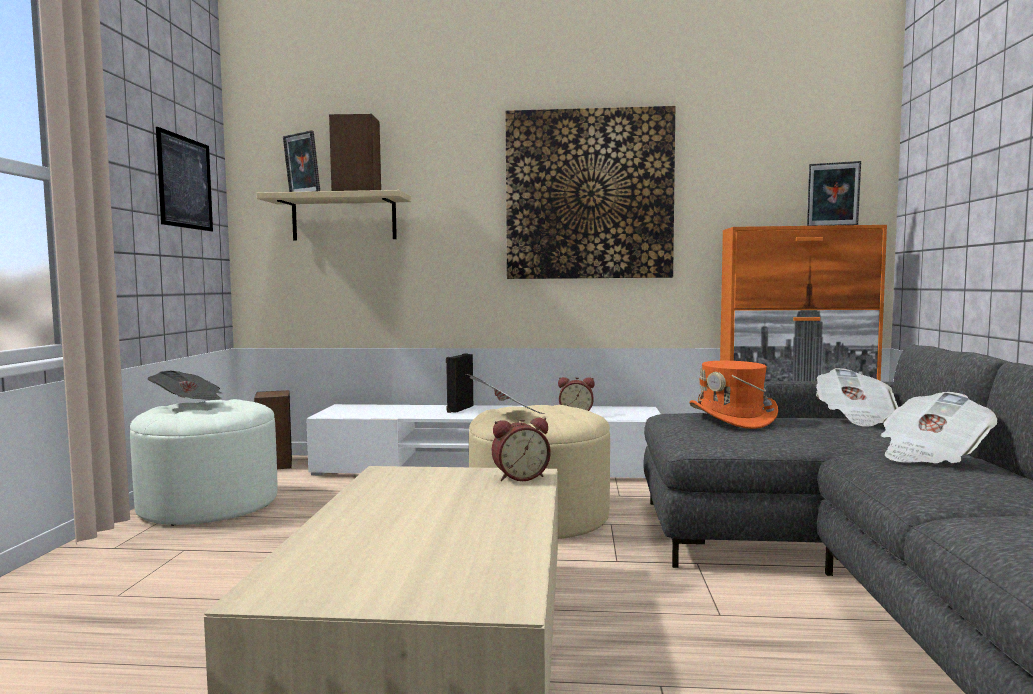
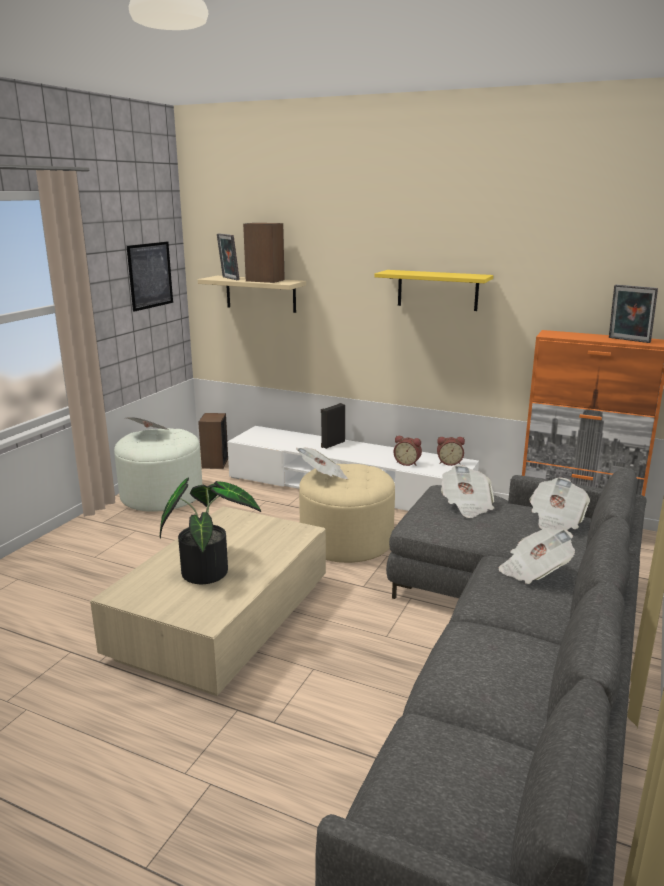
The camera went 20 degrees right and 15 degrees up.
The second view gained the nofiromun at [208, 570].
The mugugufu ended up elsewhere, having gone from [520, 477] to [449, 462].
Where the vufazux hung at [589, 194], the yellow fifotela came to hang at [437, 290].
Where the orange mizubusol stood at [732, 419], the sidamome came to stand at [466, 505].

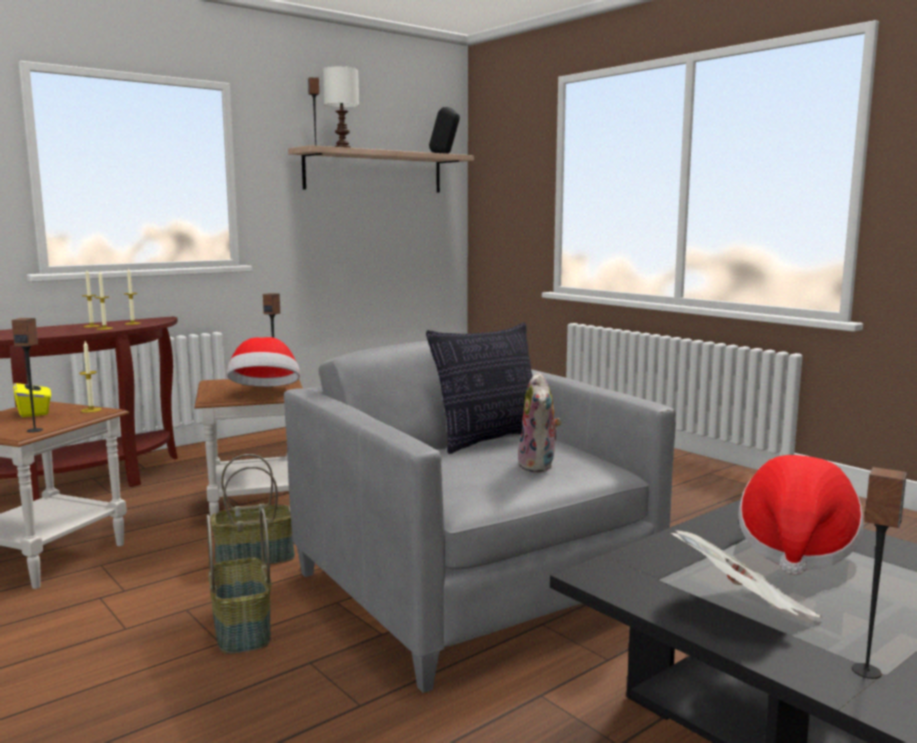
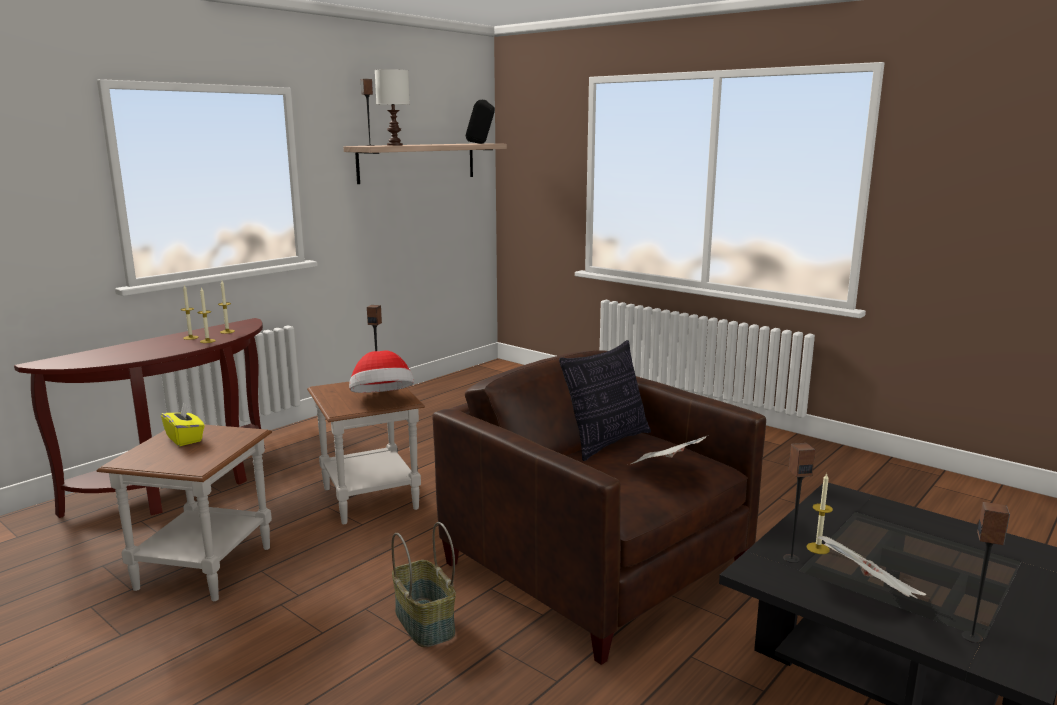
The camera went 10 degrees left and 5 degrees up.
The second view lost the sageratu at [255, 557].
The second view lost the mizubusol at [795, 549].
The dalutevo ended up elsewhere, having gone from [35, 430] to [791, 558].
The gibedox ended up elsewhere, having gone from [91, 410] to [818, 548].
Where the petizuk stood at [539, 466], the sidamome came to stand at [665, 470].
What was the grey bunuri at [472, 590] turned into the brown bunuri at [596, 566].

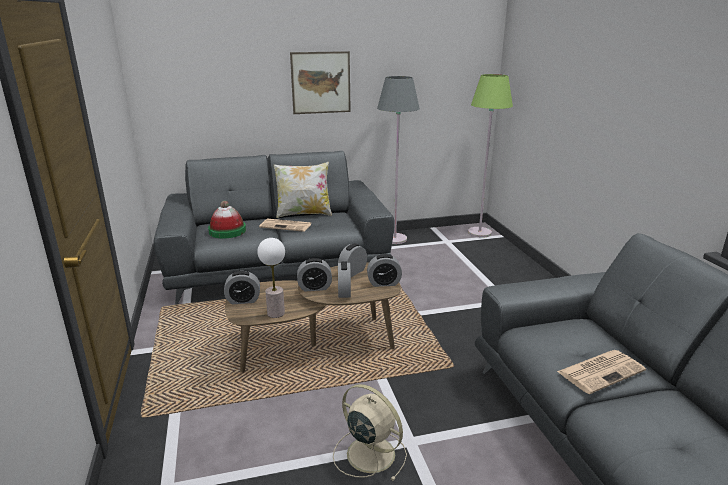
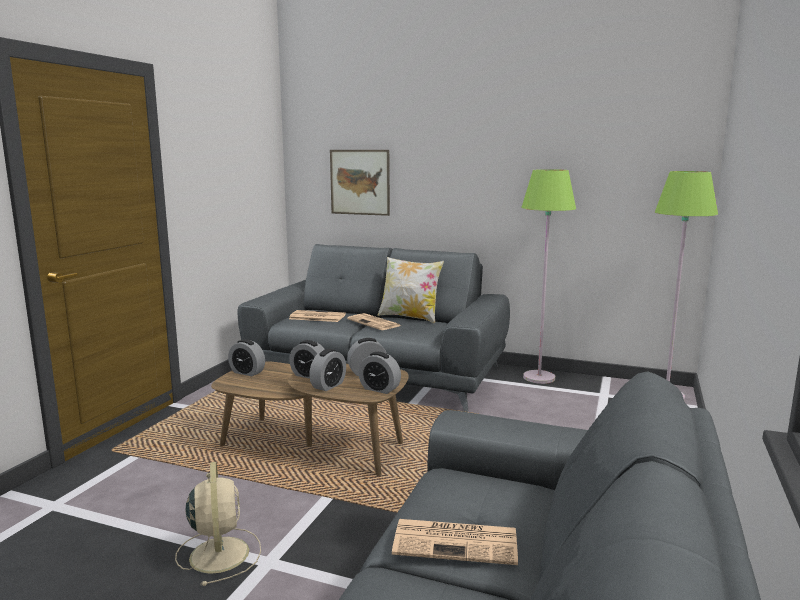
The camera went 35 degrees right and 10 degrees down.
The second view lost the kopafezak at [276, 313].
The vufazux ended up elsewhere, having gone from [321, 82] to [360, 182].
Where the mizubusol stood at [227, 231], the sidamome came to stand at [316, 317].
What was the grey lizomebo at [395, 239] turned into the green lizomebo at [539, 377].

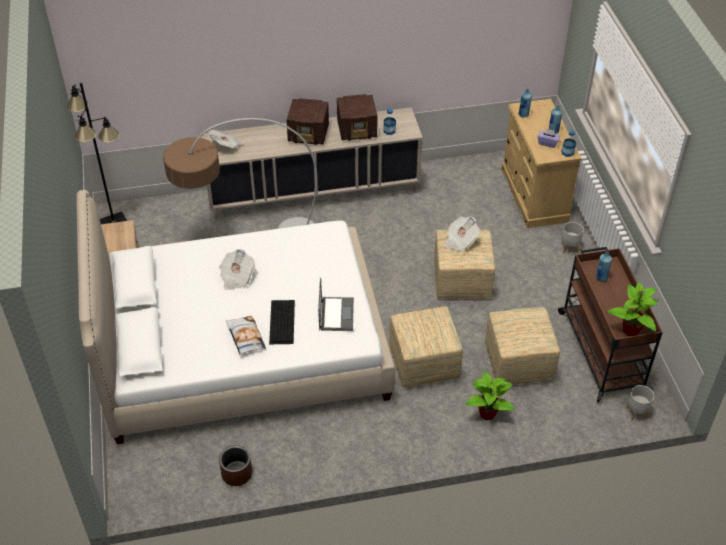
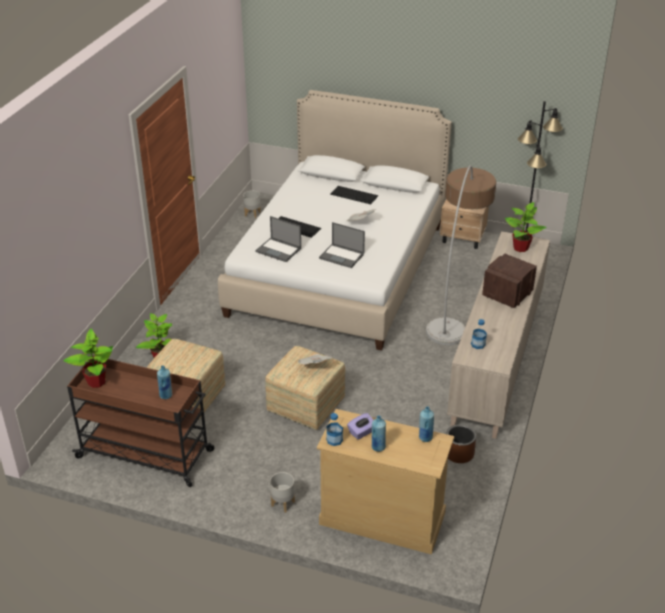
The camera went 120 degrees right and 10 degrees down.
The second view lost the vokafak at [245, 337].
The second view lost the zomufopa at [357, 130].
The second view lost the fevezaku at [423, 363].
The second view gained the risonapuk at [342, 256].
The second view gained the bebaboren at [354, 195].
The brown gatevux ended up elsewhere, having gone from [236, 473] to [459, 453].
The grey gatevux ended up elsewhere, having gone from [636, 412] to [252, 214].
Where the sidamome stood at [226, 146], the nofiromun came to stand at [520, 248].

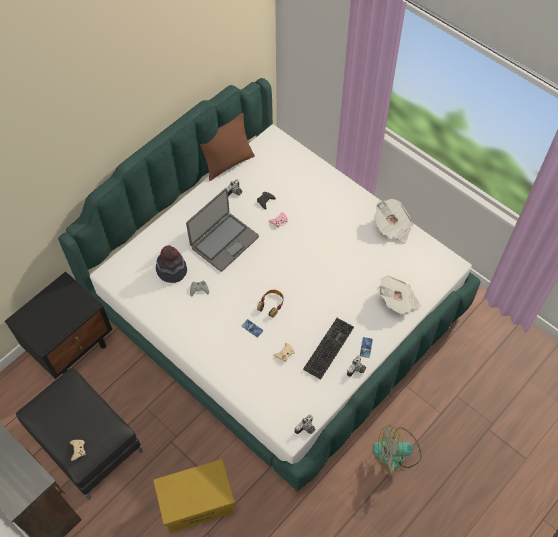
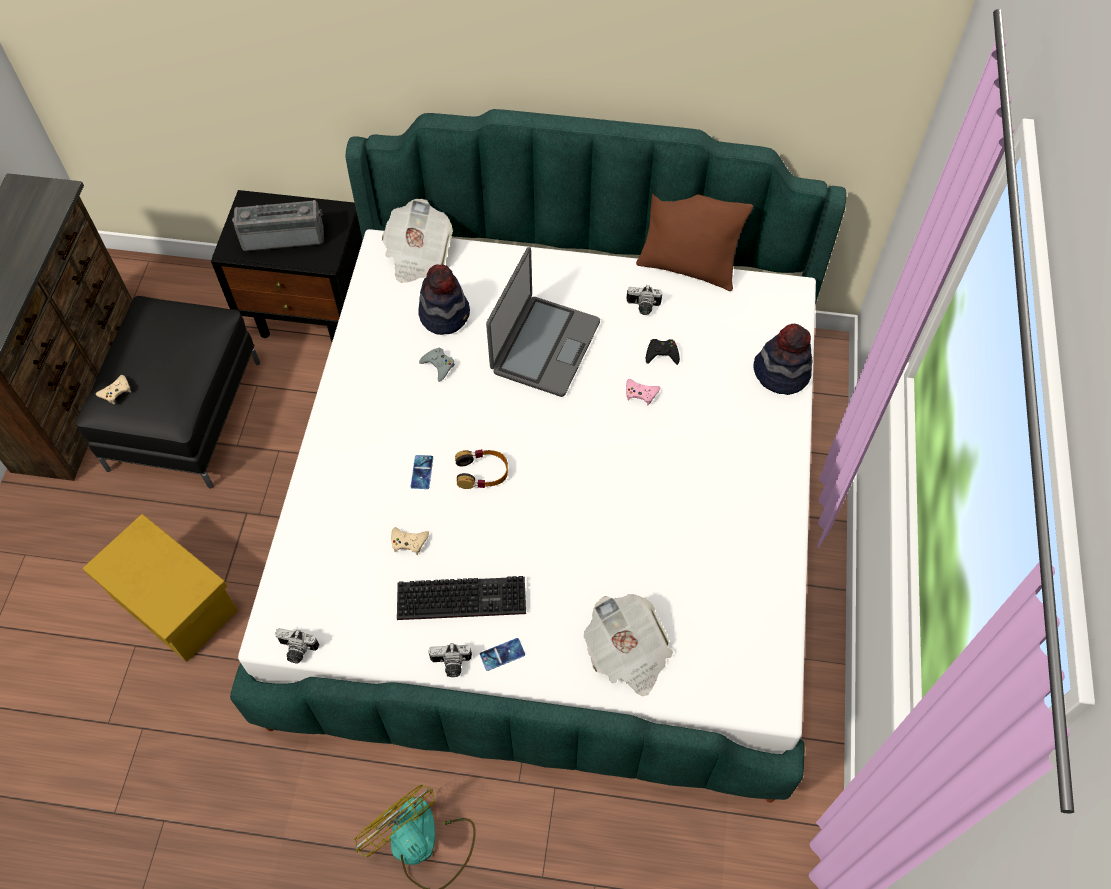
The camera went 55 degrees right and 0 degrees up.
The second view gained the zomufopa at [283, 235].
The second view gained the mizubusol at [781, 373].
The sidamome ended up elsewhere, having gone from [392, 227] to [418, 256].
The risonapuk at [224, 242] ended up facing another way, 75 degrees counterclockwise from before.

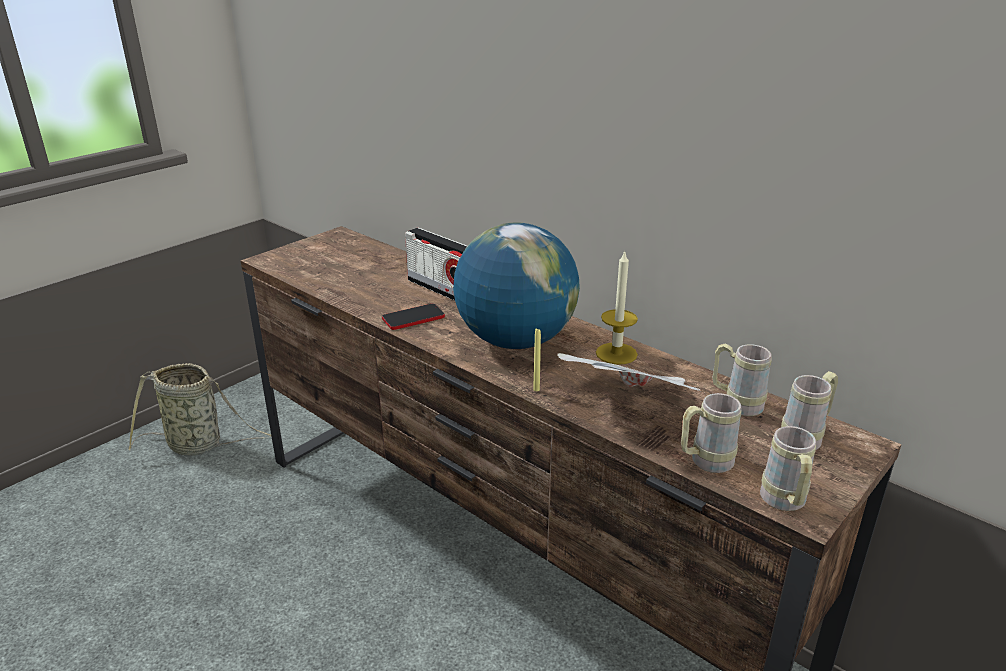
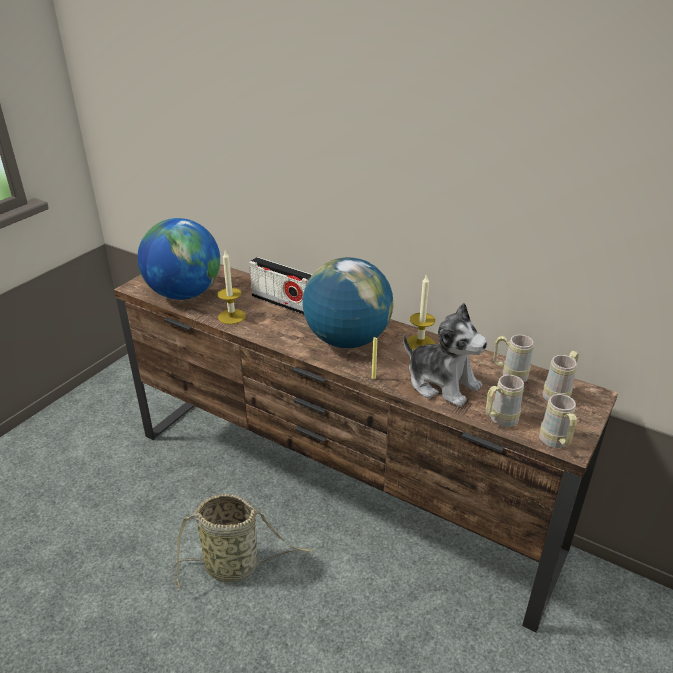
The camera went 10 degrees left and 5 degrees up.
The second view lost the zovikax at [413, 318].
The second view gained the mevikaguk at [184, 294].
The second view gained the gibedox at [231, 316].
The sageratu ended up elsewhere, having gone from [199, 445] to [236, 566].
Where the sidamome stood at [632, 406], the petizuk came to stand at [442, 383].

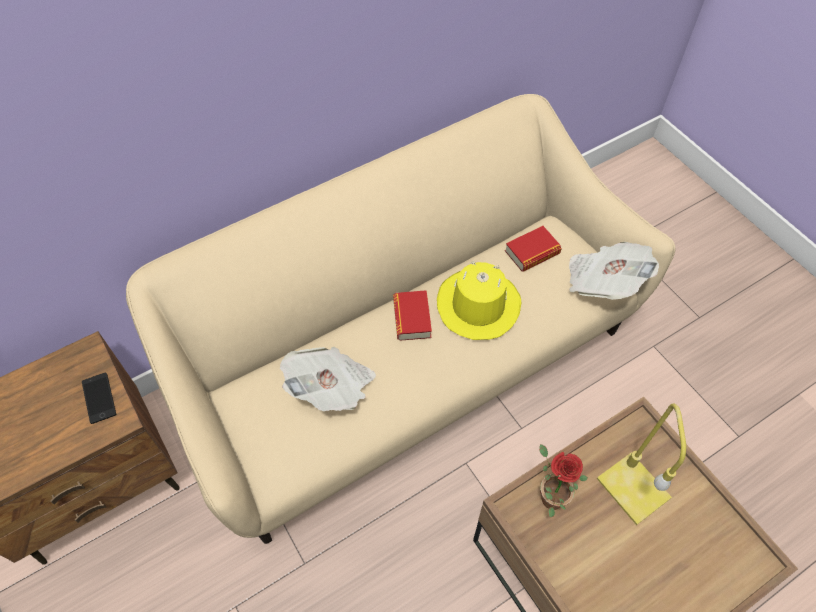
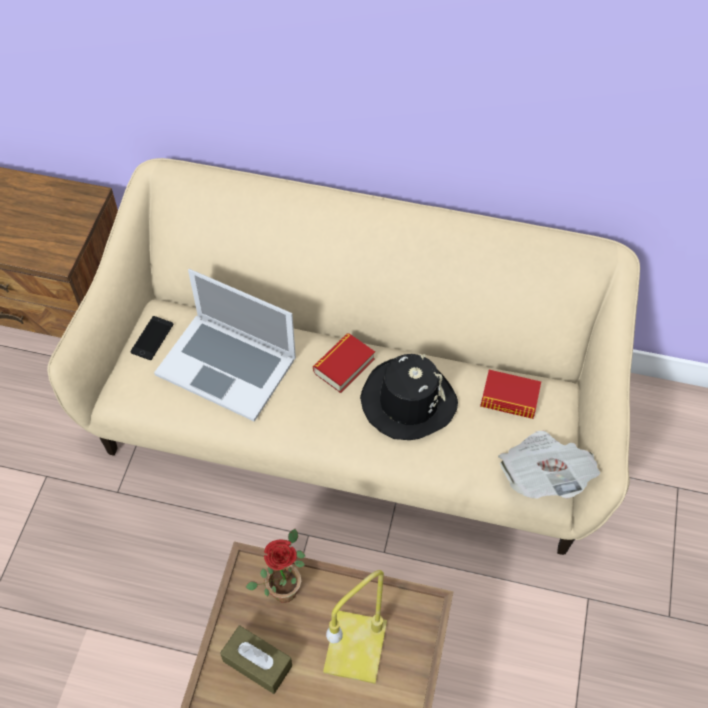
The camera went 45 degrees right and 0 degrees up.
The second view gained the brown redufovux at [257, 663].
The zovikax ended up elsewhere, having gone from [99, 398] to [152, 338].
Where the sidamome stood at [331, 388], the risonapuk came to stand at [226, 365].
What was the yellow mizubusol at [477, 306] turned into the black mizubusol at [408, 401].

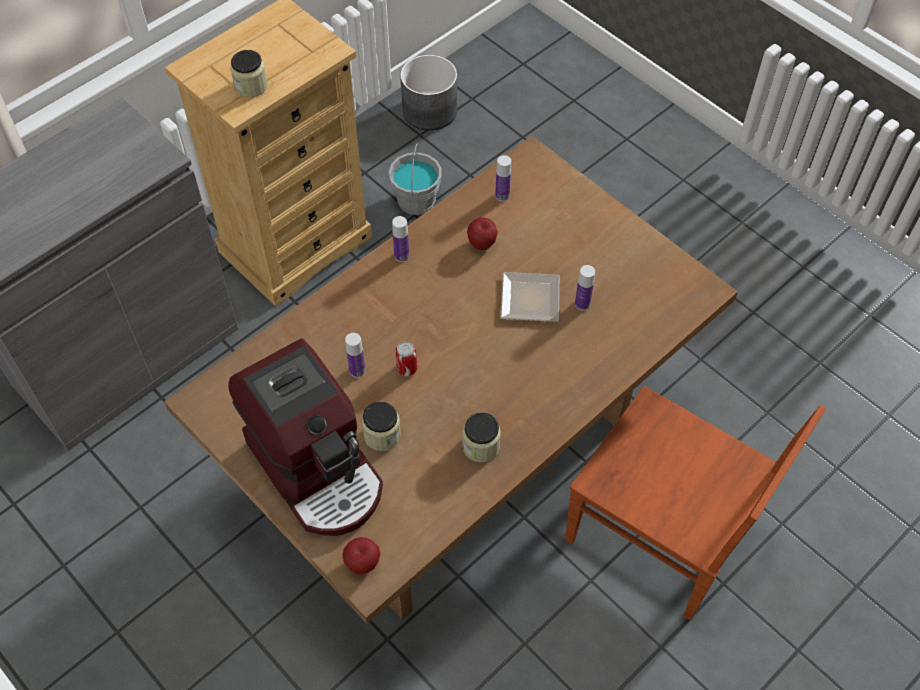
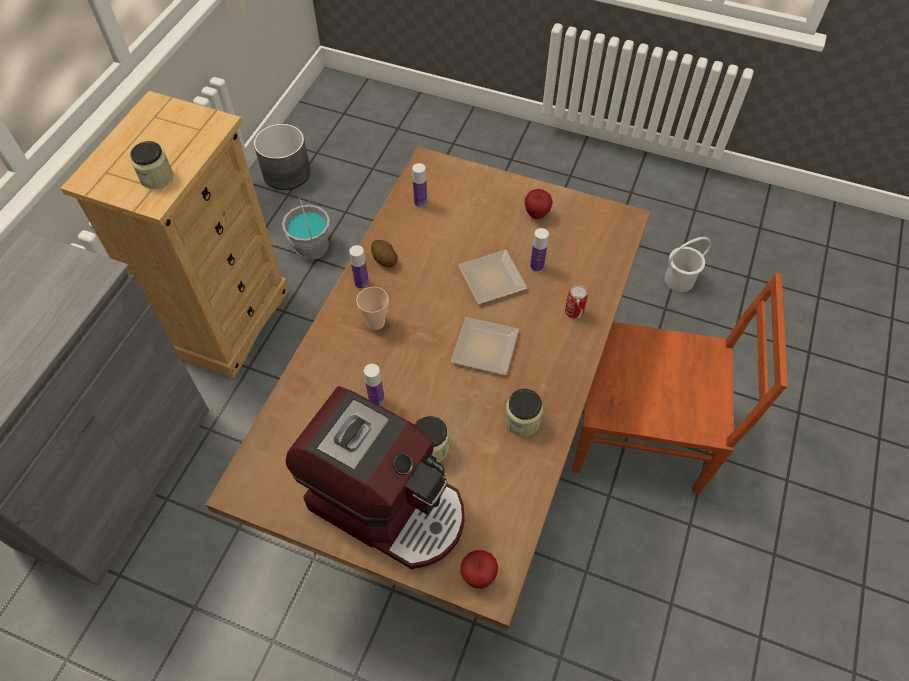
The camera went 25 degrees left and 0 degrees up.
The second view gained the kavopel at [375, 322].
The second view gained the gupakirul at [384, 259].
The second view gained the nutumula at [483, 346].
The second view gained the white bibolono at [679, 280].
The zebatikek ended up elsewhere, having gone from [407, 369] to [574, 312].
The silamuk ended up elsewhere, having gone from [482, 244] to [536, 214].

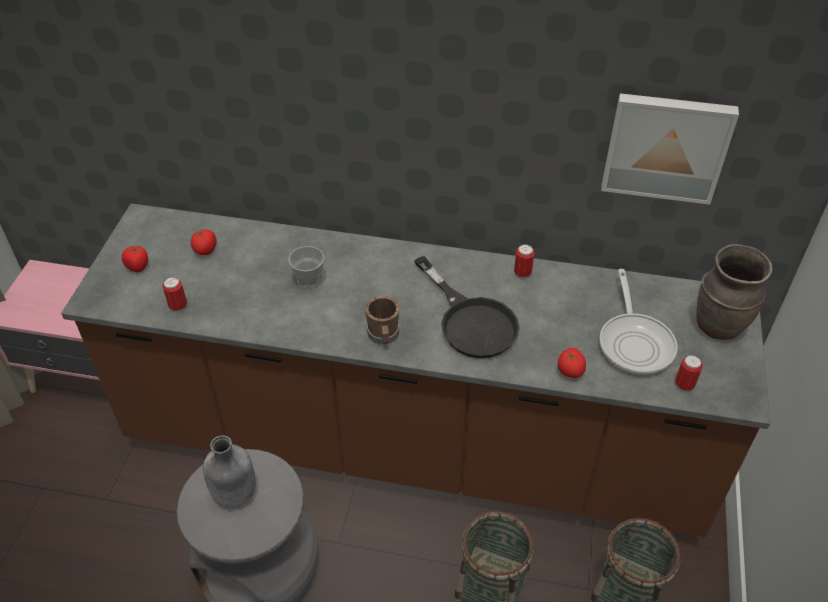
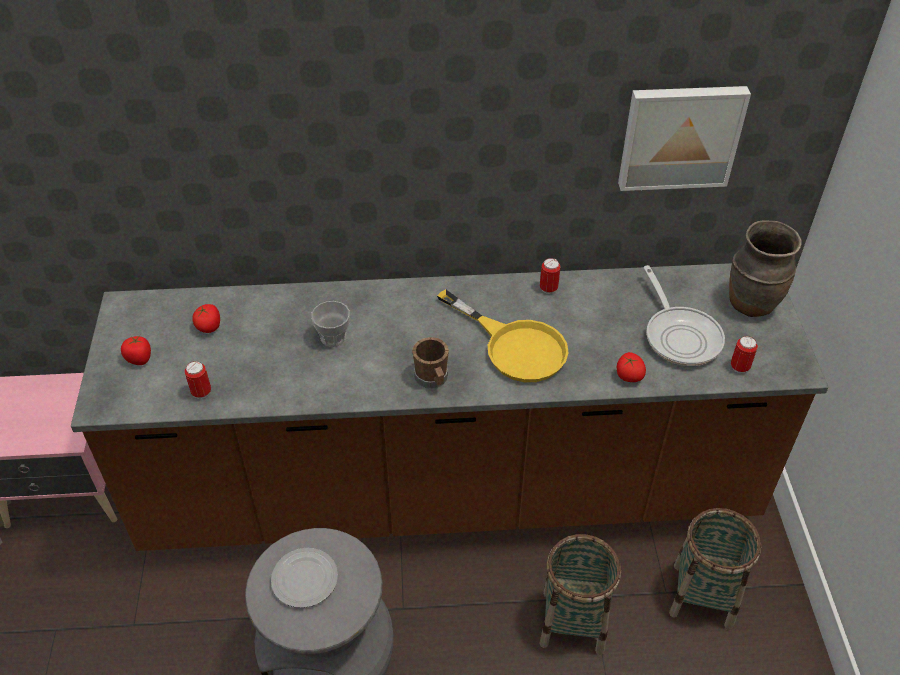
The camera went 15 degrees left and 0 degrees up.
Where the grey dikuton stood at [234, 494], the nutumula came to stand at [305, 580].
What was the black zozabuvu at [471, 320] turned into the yellow zozabuvu at [514, 346].

